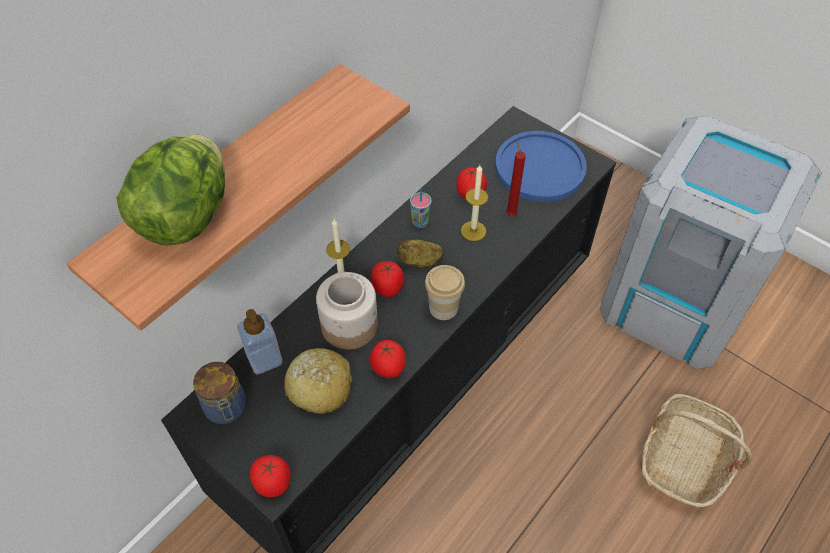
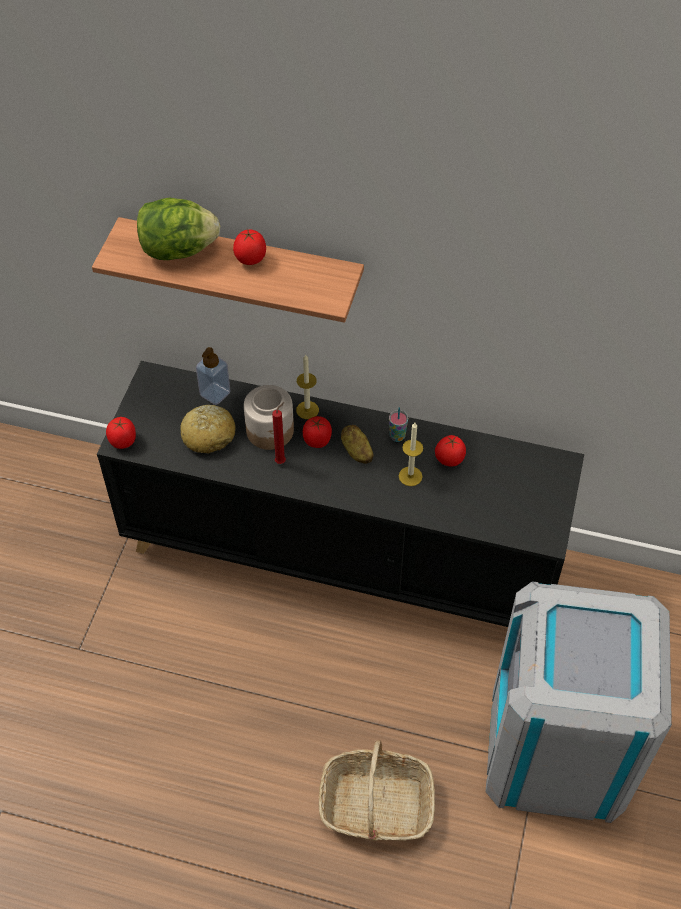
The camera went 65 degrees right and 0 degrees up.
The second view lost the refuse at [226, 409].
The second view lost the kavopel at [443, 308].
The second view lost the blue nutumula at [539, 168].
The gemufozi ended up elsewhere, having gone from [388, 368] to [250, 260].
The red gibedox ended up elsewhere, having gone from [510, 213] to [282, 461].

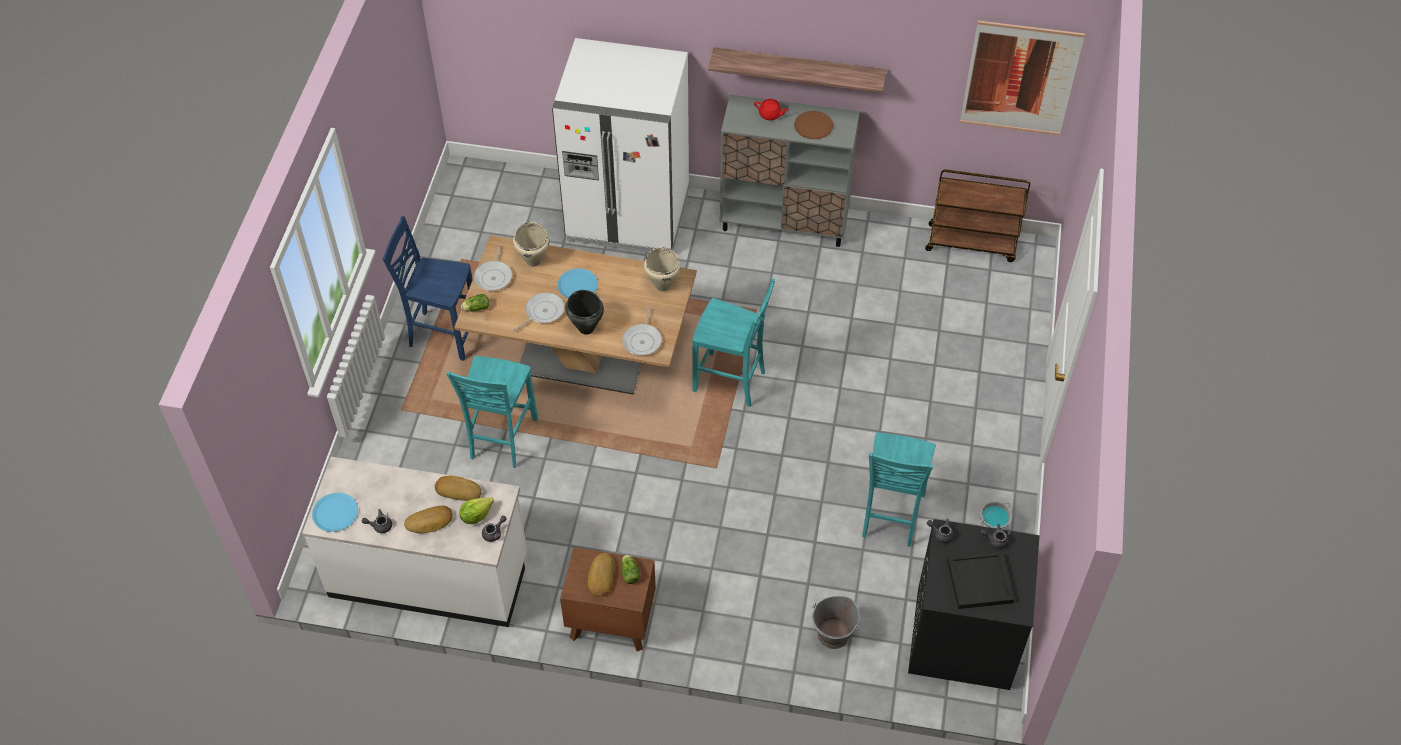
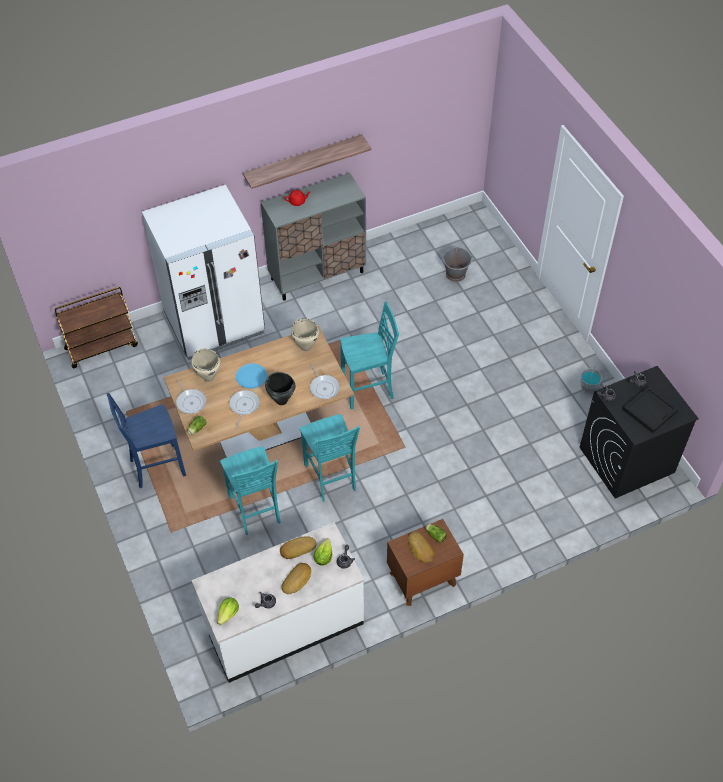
The camera went 35 degrees left and 0 degrees up.
The second view lost the brown nutumula at [813, 126].
The second view lost the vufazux at [1020, 78].
The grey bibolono ended up elsewhere, having gone from [833, 635] to [456, 274].
The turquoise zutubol ended up elsewhere, having gone from [890, 516] to [331, 478].
The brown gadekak ended up elsewhere, having gone from [972, 243] to [102, 346].
Where the blue nutumula stood at [335, 513], the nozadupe came to stand at [228, 614].

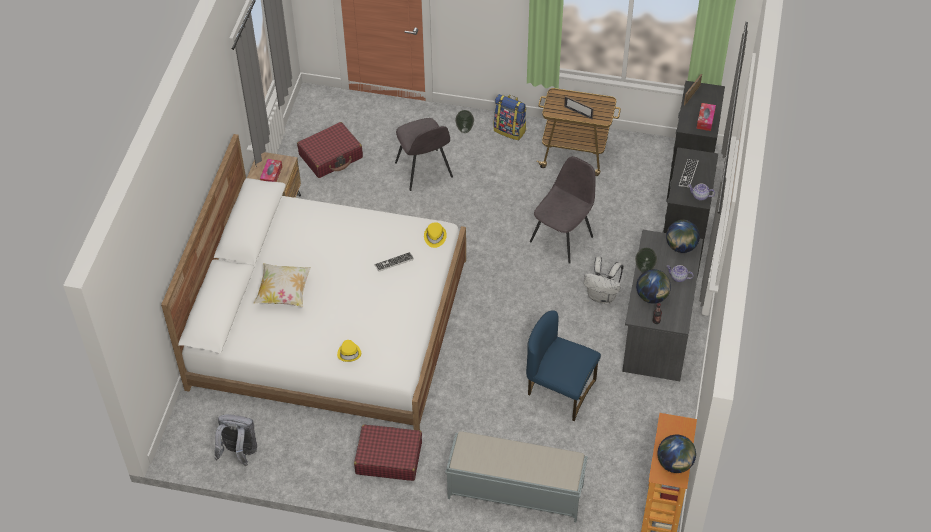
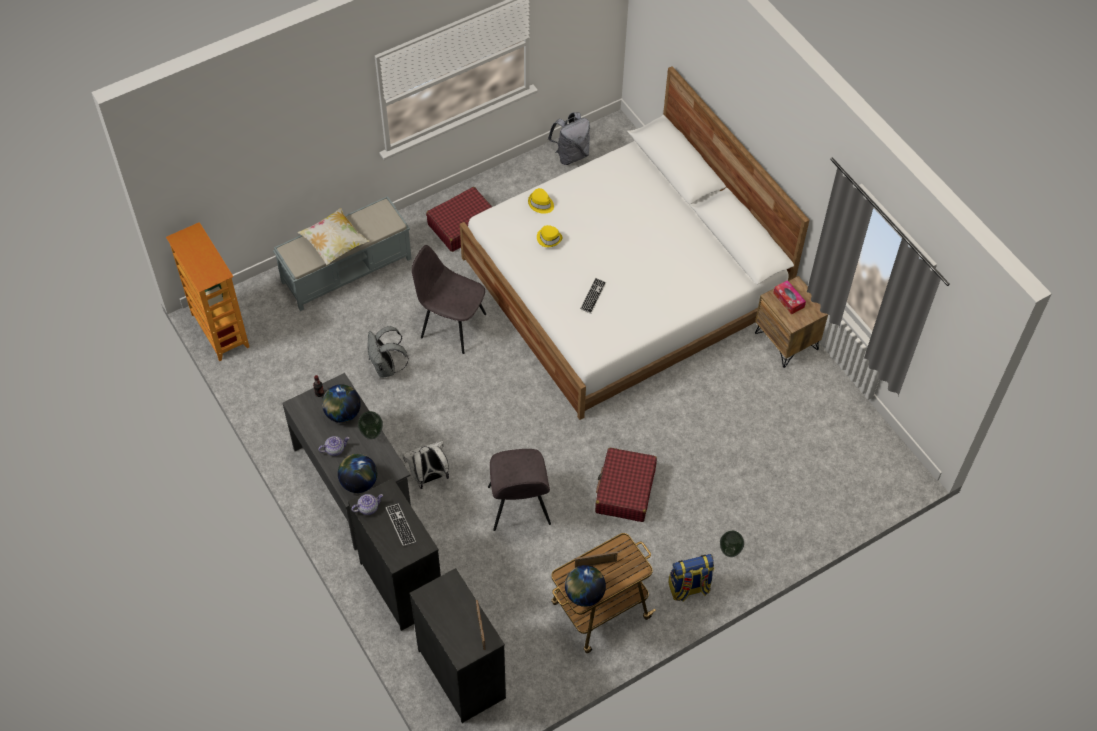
The camera went 135 degrees right and 5 degrees up.
The second view lost the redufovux at [705, 120].
The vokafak ended up elsewhere, having gone from [284, 292] to [334, 244].
The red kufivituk ended up elsewhere, having gone from [331, 156] to [625, 490].
The grey zutubol ended up elsewhere, having gone from [424, 171] to [451, 325].
The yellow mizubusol ended up elsewhere, having gone from [434, 237] to [549, 238].
The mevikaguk ended up elsewhere, having gone from [675, 464] to [584, 594].
Where the blue zutubol stood at [560, 390], the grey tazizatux came to stand at [386, 368].

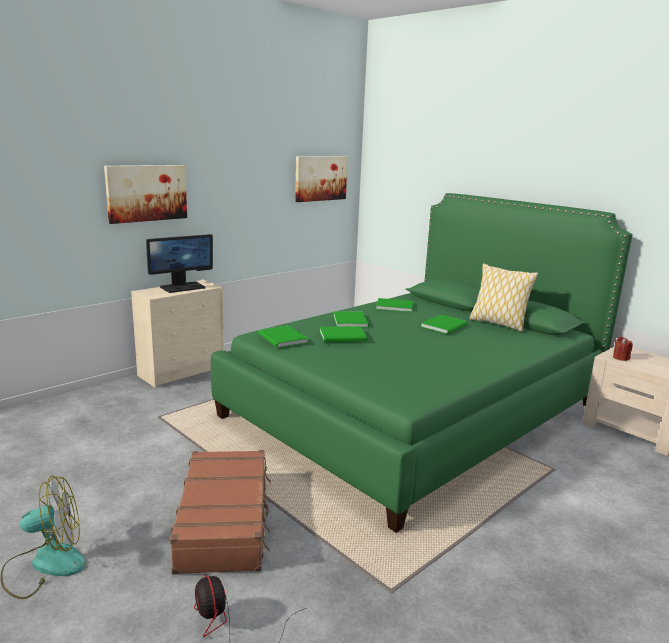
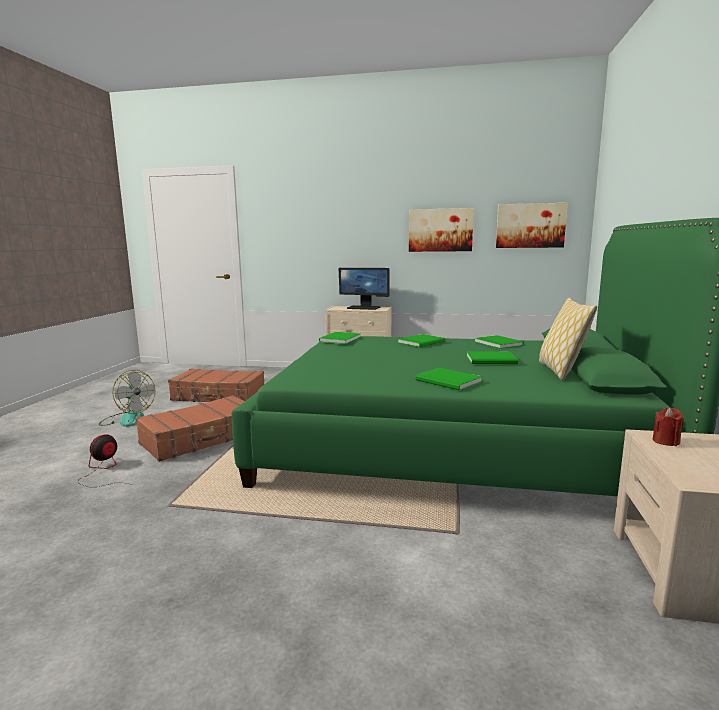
The camera went 55 degrees right and 5 degrees down.
The second view gained the brown kufivituk at [218, 396].
The vufazux ended up elsewhere, having gone from [146, 193] to [440, 230].
The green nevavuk ended up elsewhere, having gone from [344, 336] to [449, 381].

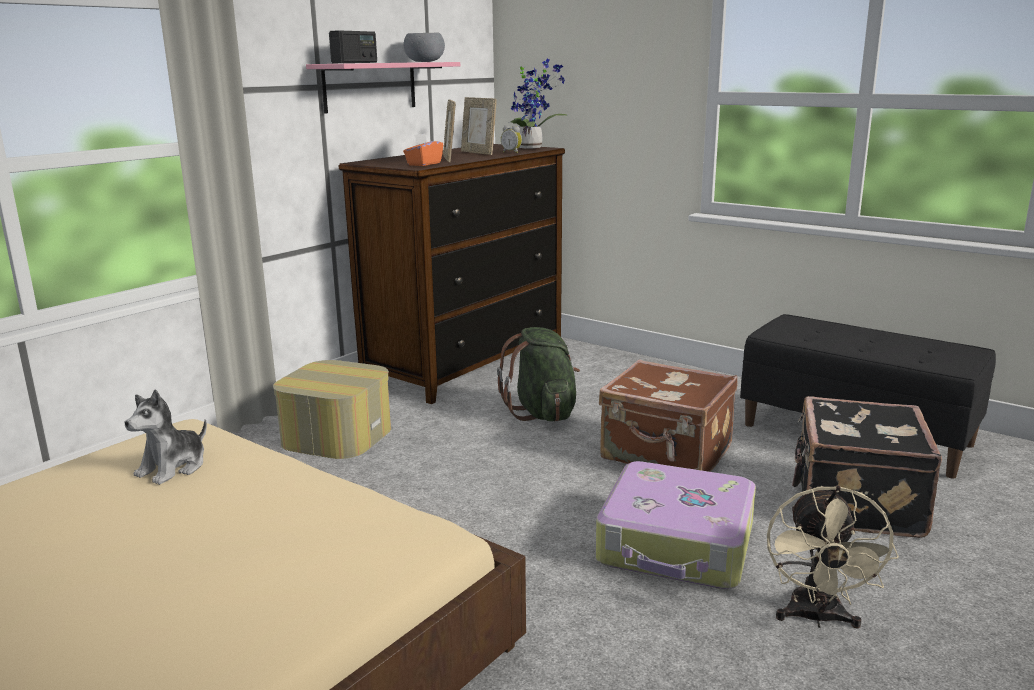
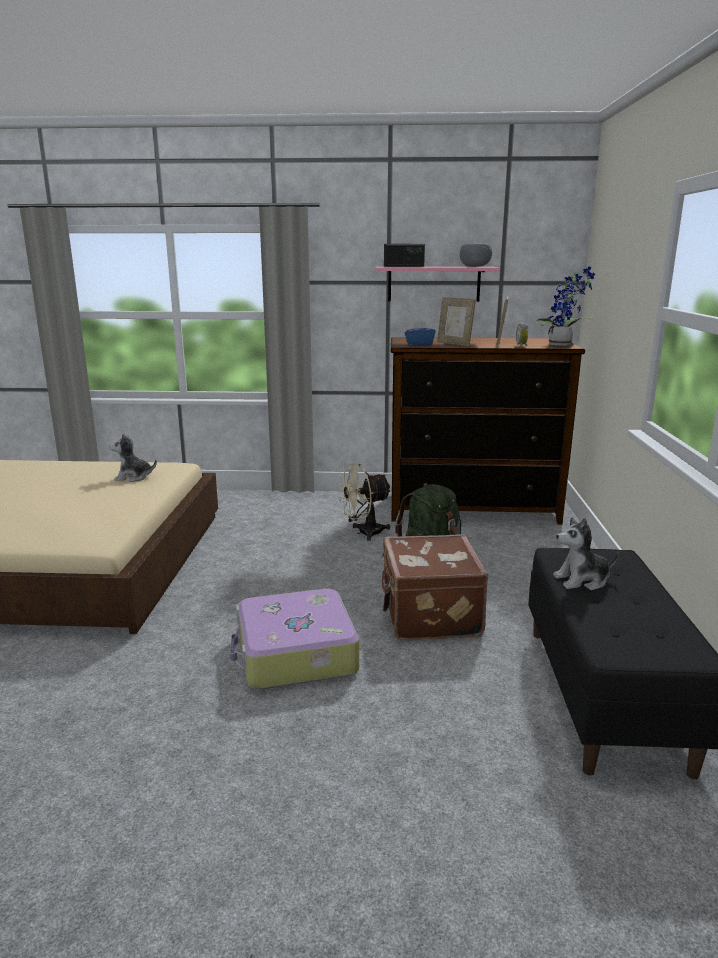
The camera went 55 degrees right and 0 degrees up.
The second view lost the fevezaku at [337, 435].
The second view lost the black kufivituk at [854, 502].
The second view gained the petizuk at [582, 580].
The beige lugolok ended up elsewhere, having gone from [816, 618] to [364, 533].
What was the orange redufovux at [424, 164] turned into the blue redufovux at [419, 344].
The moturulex at [450, 159] ended up facing another way, 90 degrees counterclockwise from before.

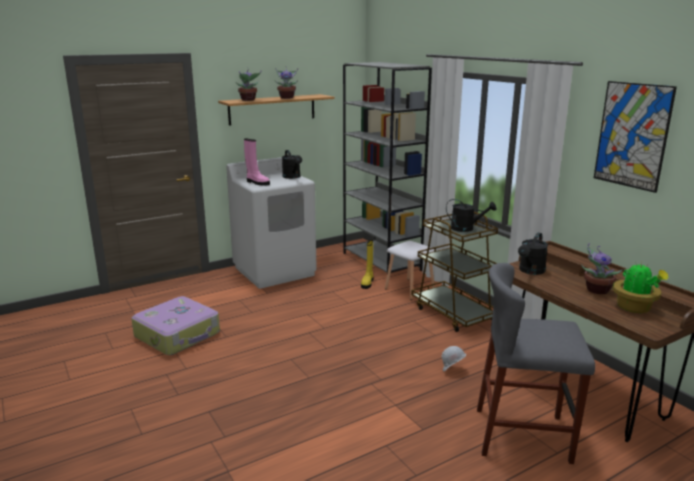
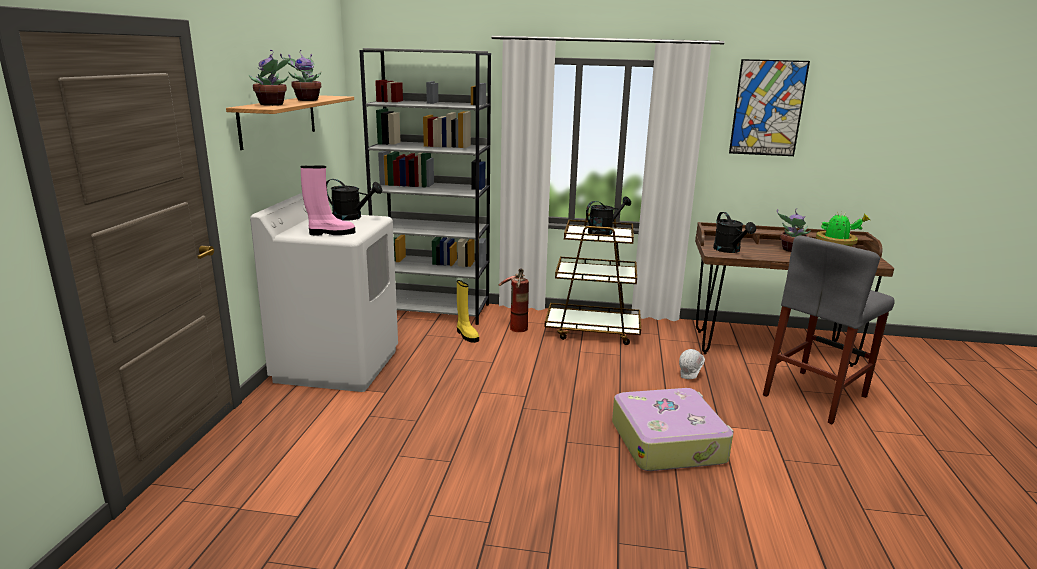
The camera went 50 degrees left and 0 degrees up.
The kufivituk ended up elsewhere, having gone from [178, 335] to [668, 441].
Where the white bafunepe stood at [409, 289], the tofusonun came to stand at [516, 326].

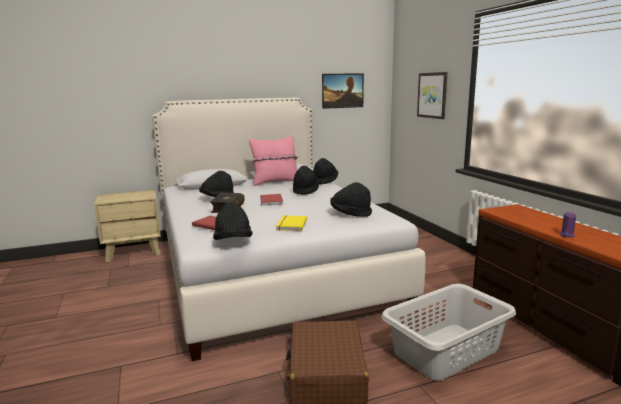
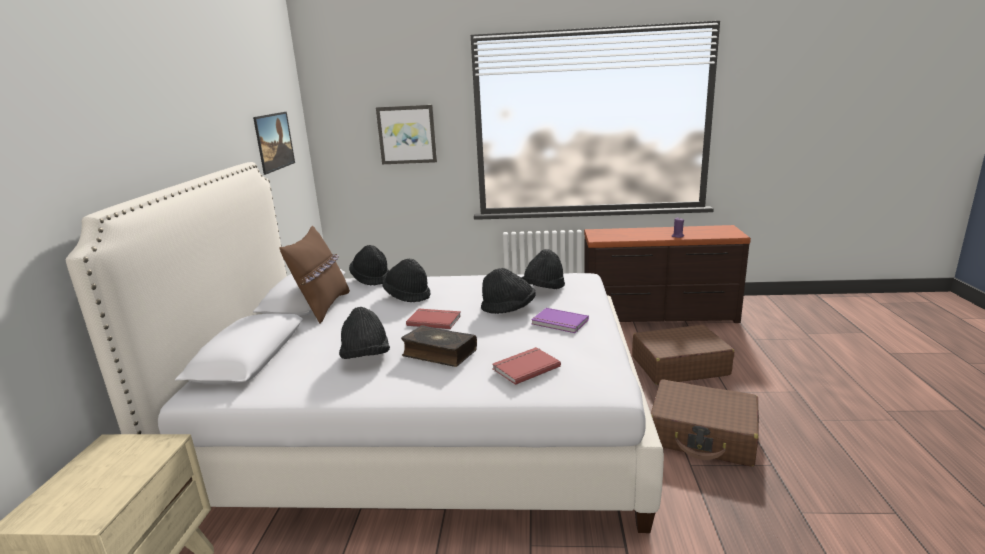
The camera went 65 degrees left and 5 degrees up.
The black mizubusol ended up elsewhere, having gone from [233, 241] to [509, 309].
Where the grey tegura stood at [445, 350], the brown kufivituk came to stand at [679, 366].
What was the pink vokafak at [275, 182] turned into the brown vokafak at [323, 307].
What was the yellow nevavuk at [290, 224] turned into the purple nevavuk at [559, 323].

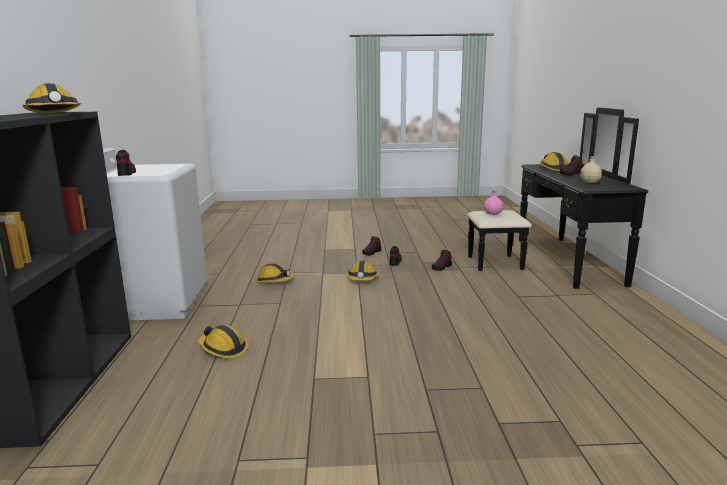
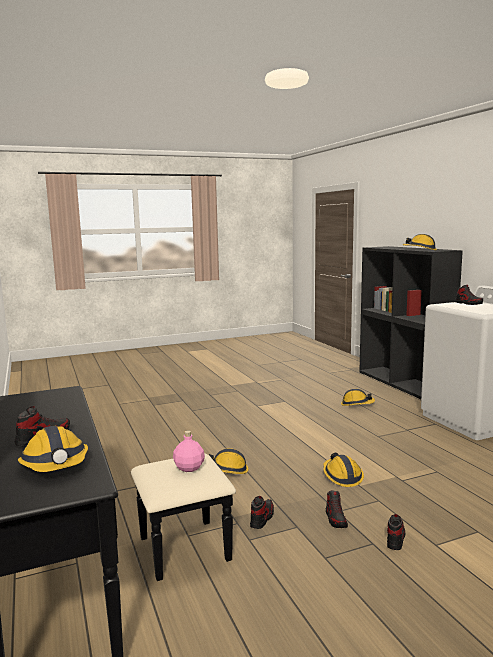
The camera went 160 degrees right and 5 degrees down.
The second view lost the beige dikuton at [589, 182].
The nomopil ended up elsewhere, having gone from [274, 281] to [227, 469].

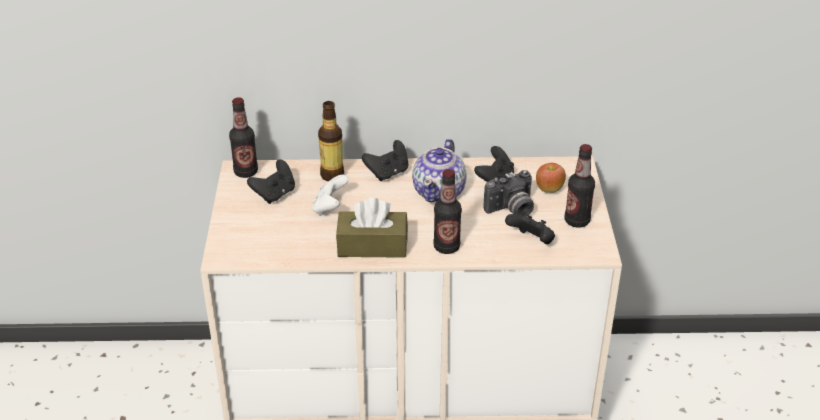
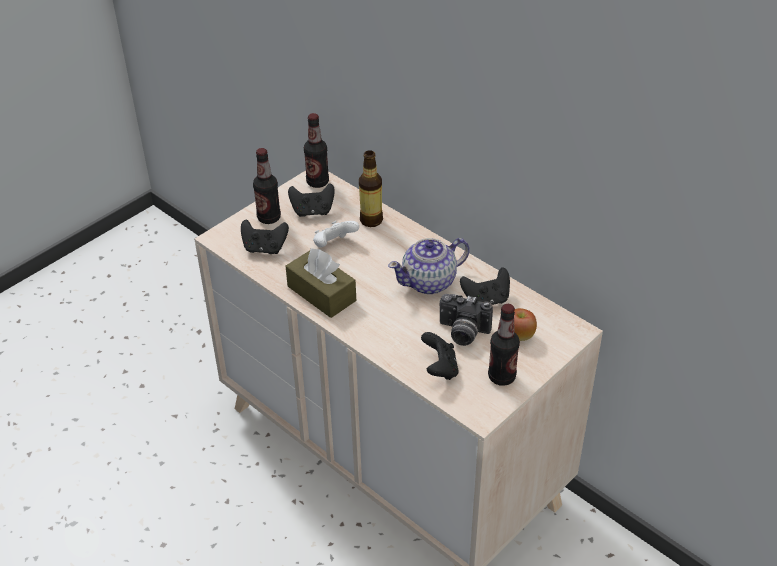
The camera went 45 degrees right and 5 degrees up.
The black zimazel ended up elsewhere, having gone from [388, 173] to [265, 248].
The dikuton ended up elsewhere, having gone from [446, 247] to [269, 218].

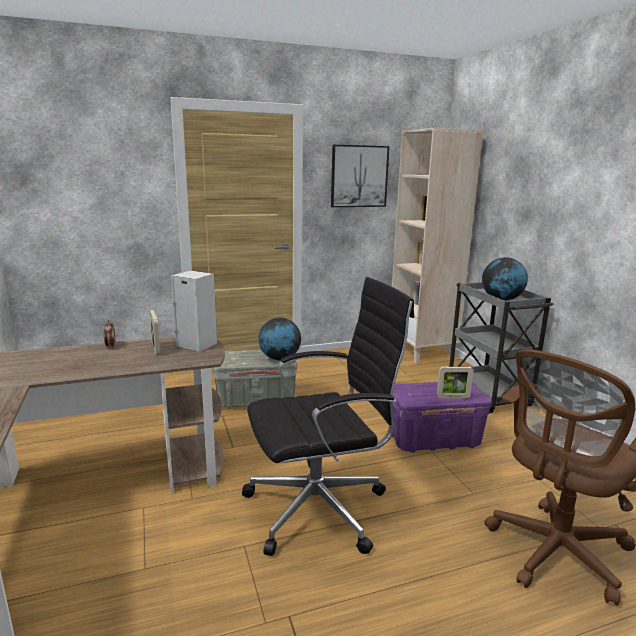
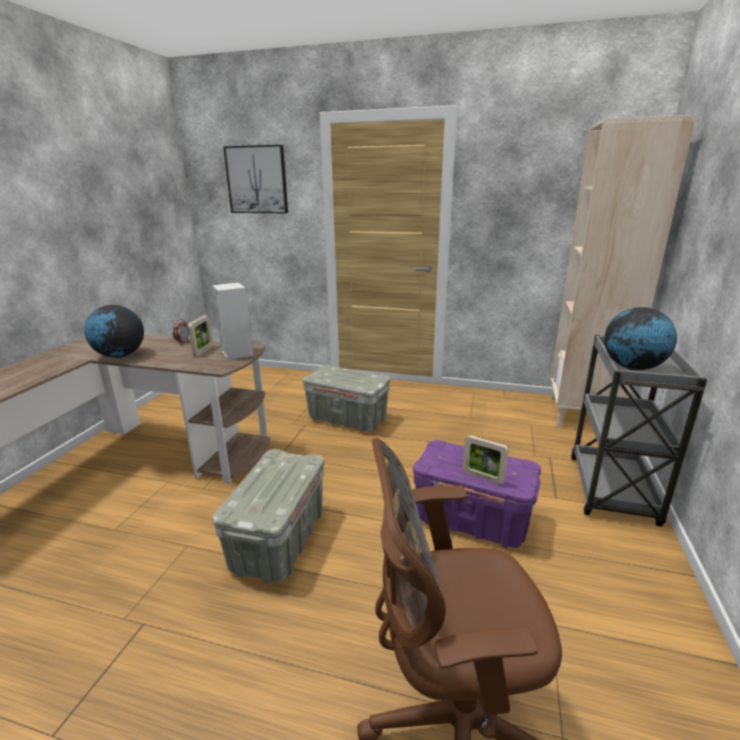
The camera went 35 degrees right and 5 degrees up.
The mevikaguk ended up elsewhere, having gone from [279, 358] to [120, 356].
The vufazux ended up elsewhere, having gone from [359, 176] to [257, 180].
Where the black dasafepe stood at [321, 507], the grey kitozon came to stand at [279, 541].

